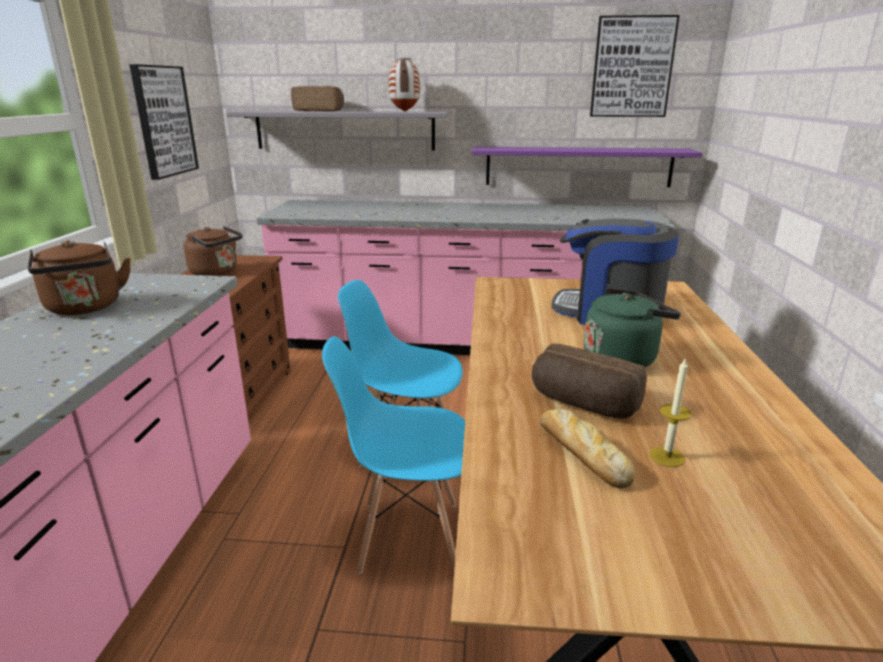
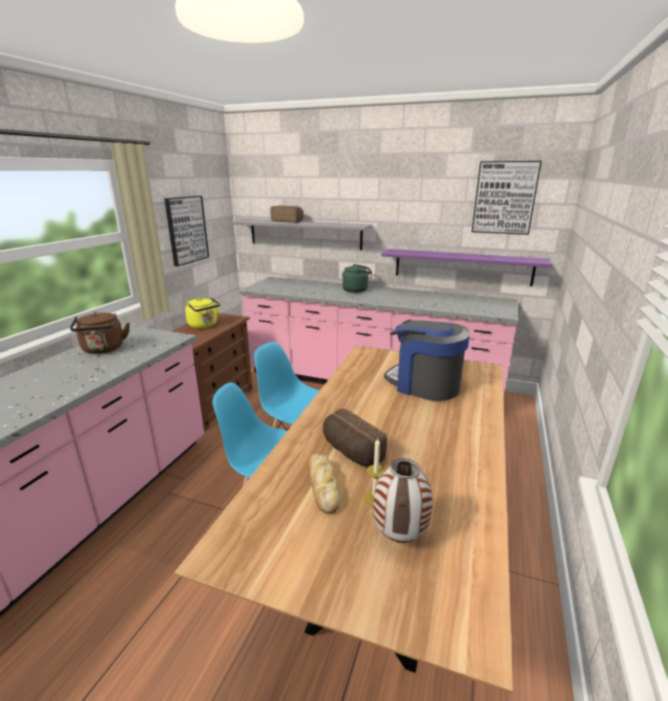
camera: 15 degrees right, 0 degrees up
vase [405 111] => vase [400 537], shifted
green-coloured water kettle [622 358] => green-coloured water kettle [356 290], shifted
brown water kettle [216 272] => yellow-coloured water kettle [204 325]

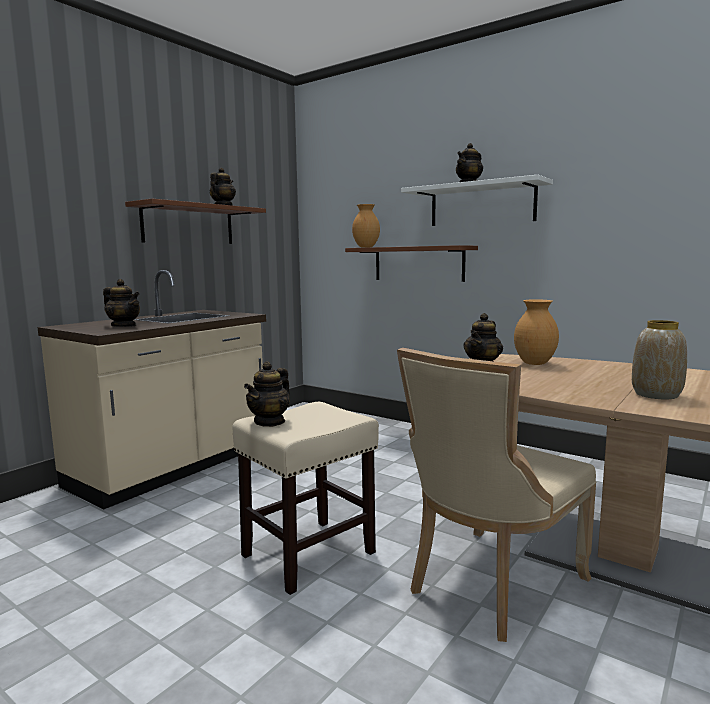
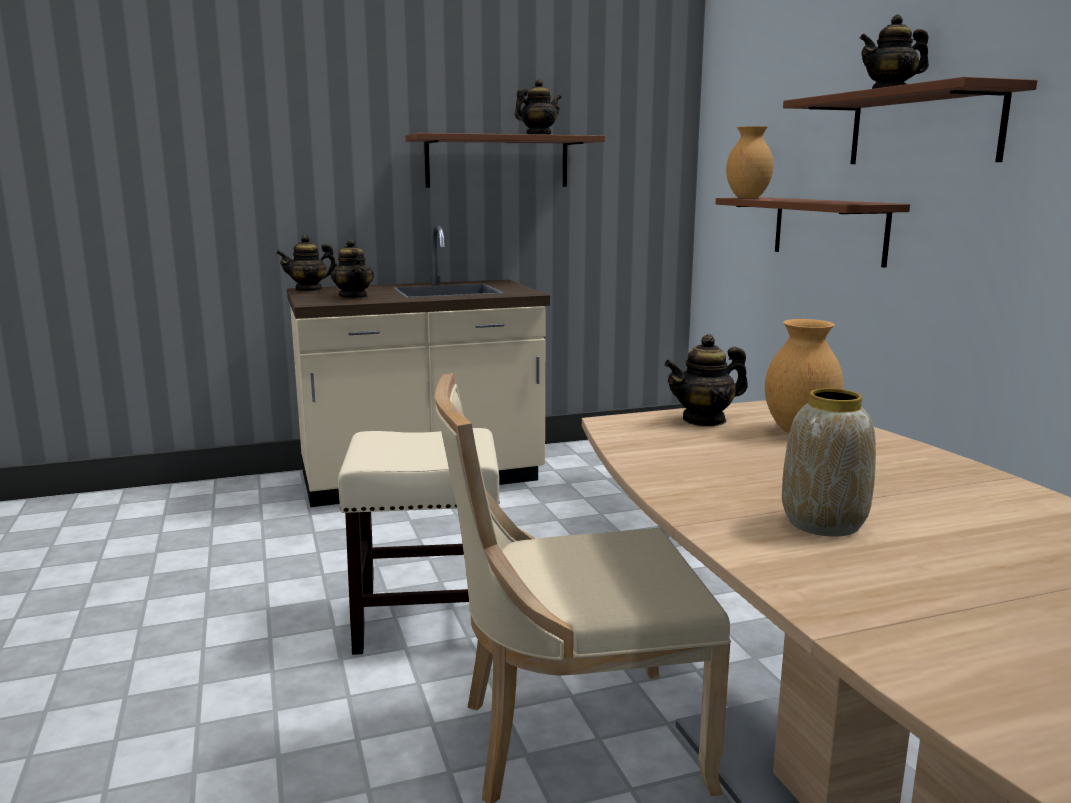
camera: 35 degrees right, 5 degrees up
pot for tea [270 422] => pot for tea [309 289], shifted
white-coloured shelf [481 205] => brown shelf [923 128]

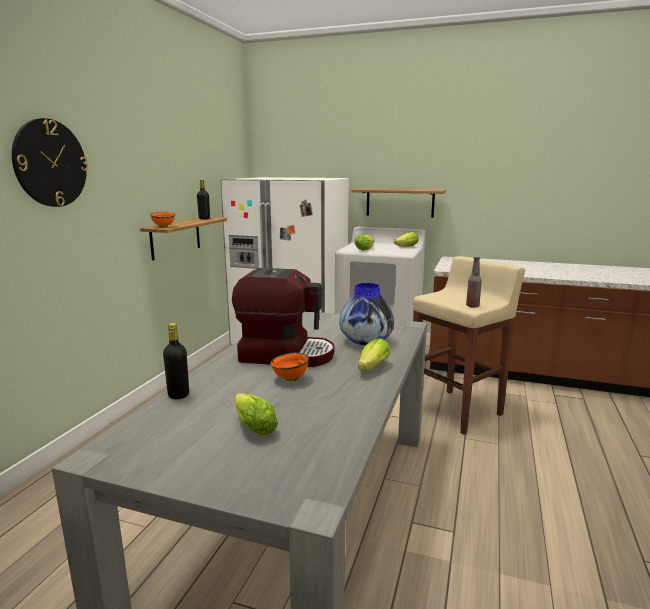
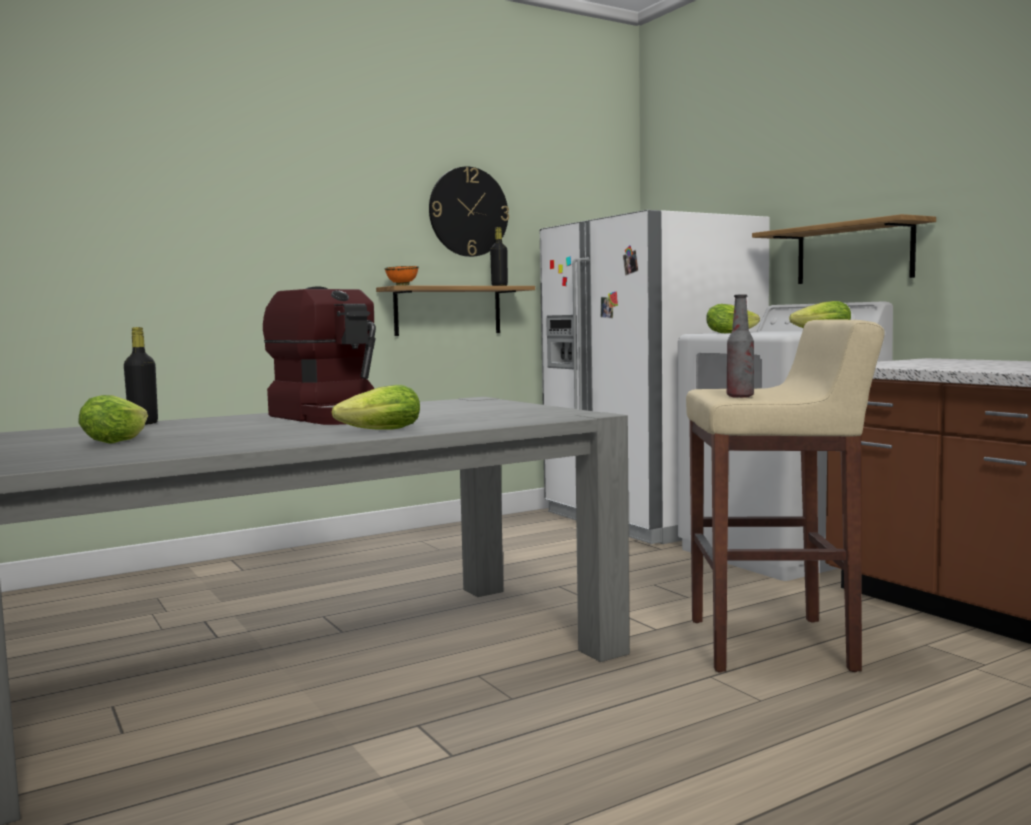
camera: 40 degrees right, 10 degrees down
orange-coloured bowl [290 379] => nothing
vase [366 341] => nothing
clock on the wall [50 163] => clock on the wall [468 212], shifted

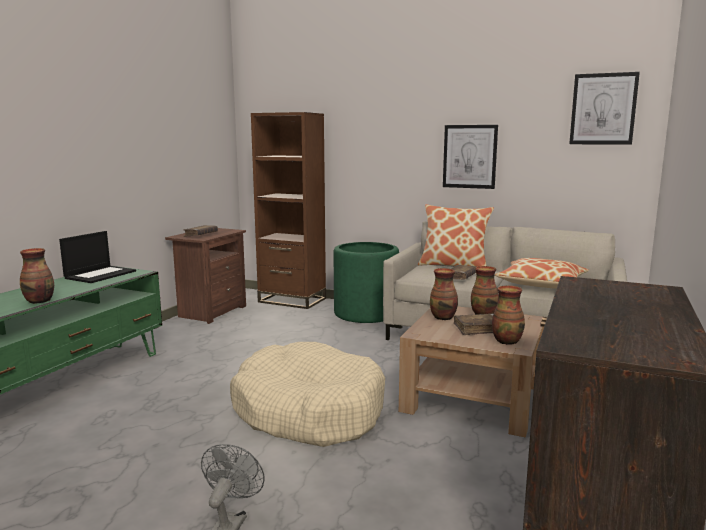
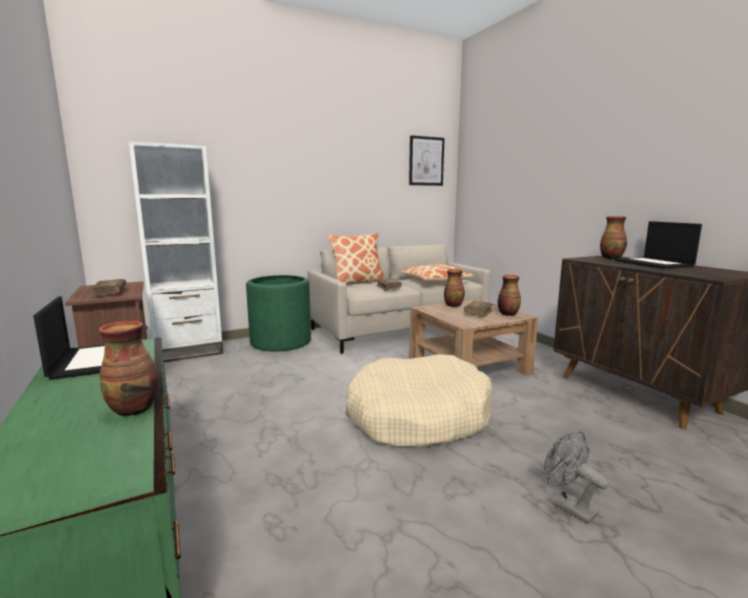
camera: 50 degrees left, 0 degrees up
wall picture [469 156] => nothing
nothing => laptop [654 263]
vase [443 317] => vase [611 258], shifted
brown bookcase [292 300] => white-coloured bookcase [188 351]

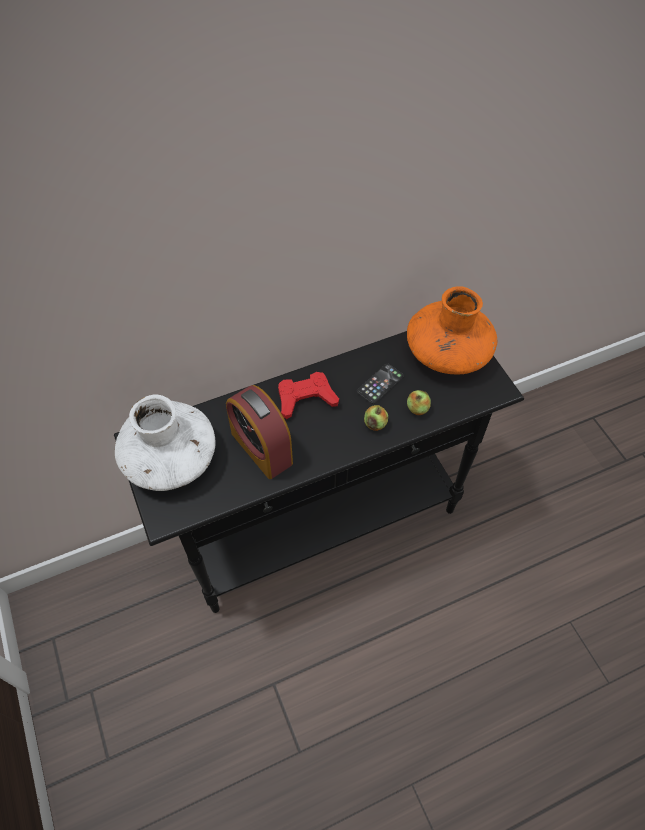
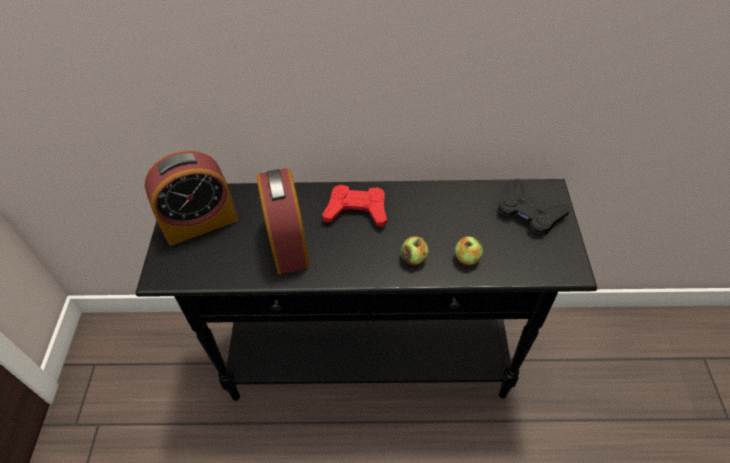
camera: 25 degrees right, 5 degrees down
phone [380 384] => nothing
white-coloured vase [170 458] => table clock [200 222]
orange-coloured vase [447 352] => blackish game controller [529 213]

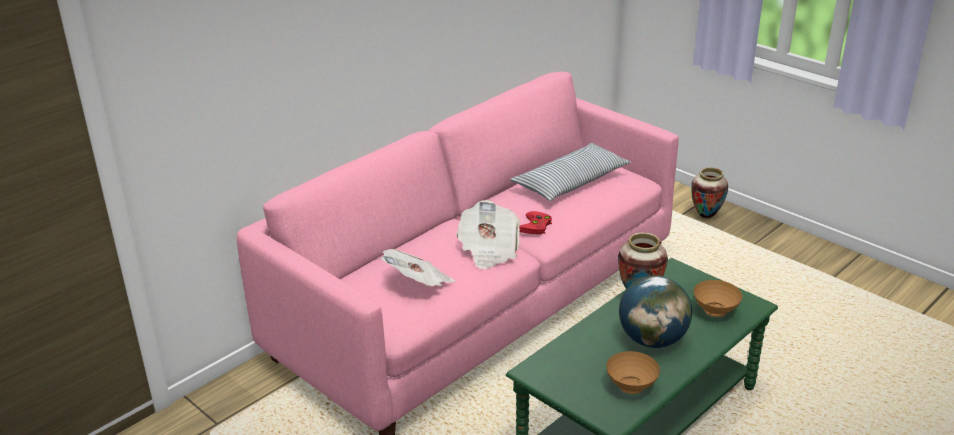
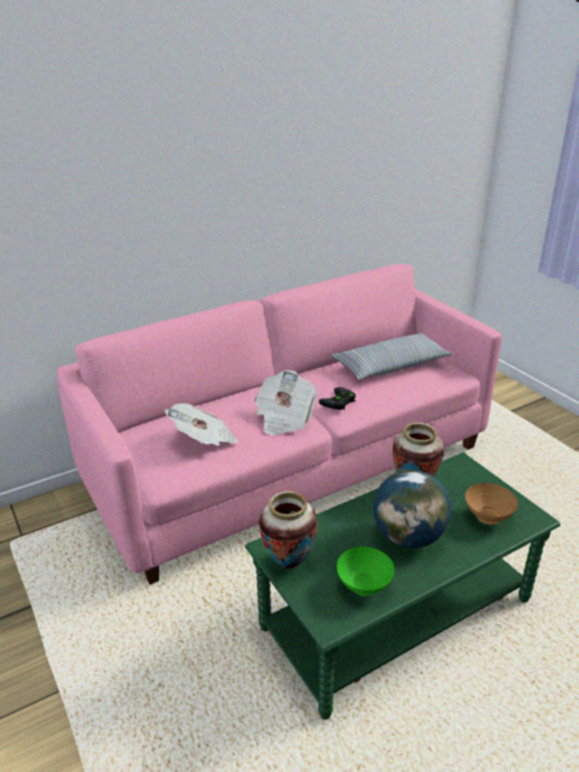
camera: 15 degrees right, 0 degrees up
vase [706 216] => vase [288 563], shifted
red-coloured game controller [535 226] => blackish game controller [338 402]
brown bowl [632 387] => green-coloured bowl [365 587]

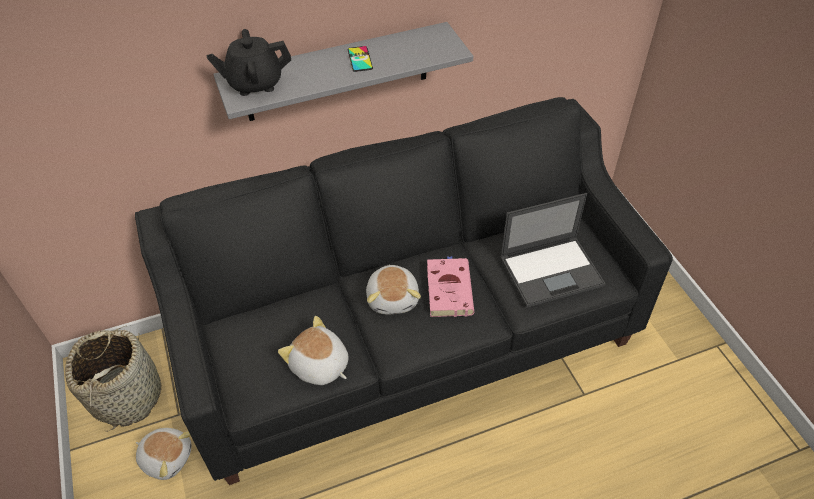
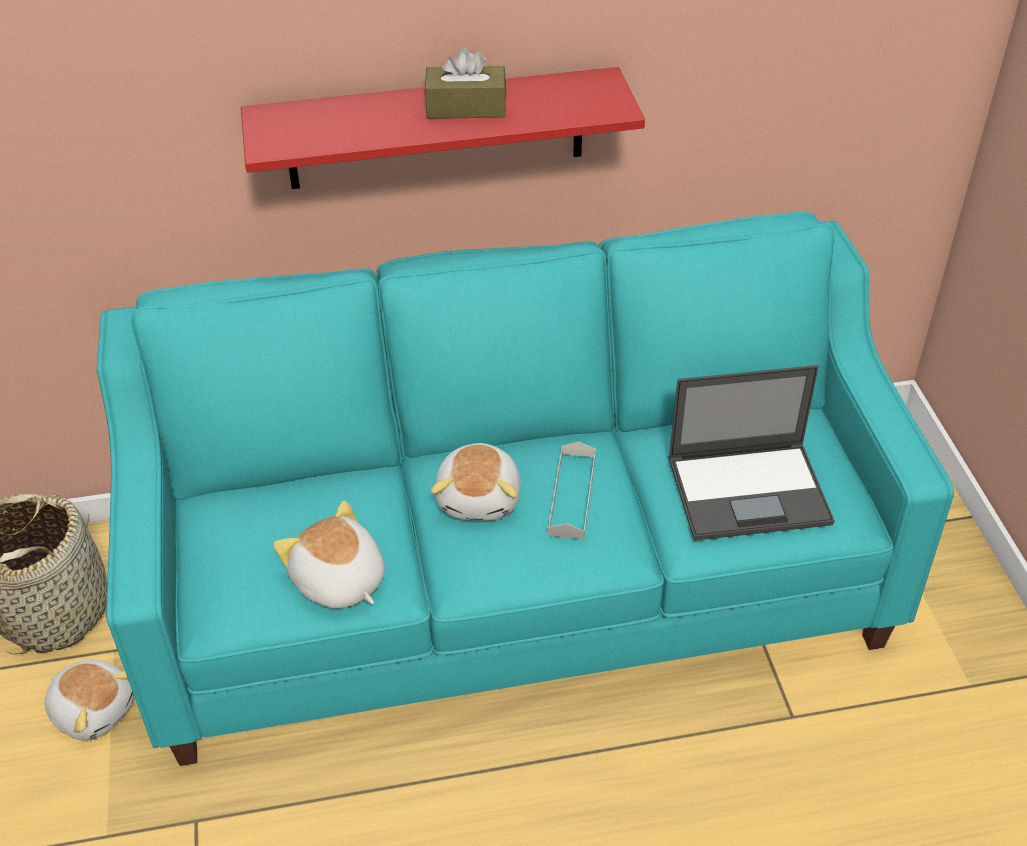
camera: 10 degrees right, 5 degrees down
blackish pot for tea [255 83] => nothing
phone [360 59] => brown tissue box [466 107]
pinkish book [448 288] => grey serving tray [572 495]
blackish couch [409 337] => blue-green couch [517 584]
grey shelf [337 73] => red-coloured shelf [435 129]

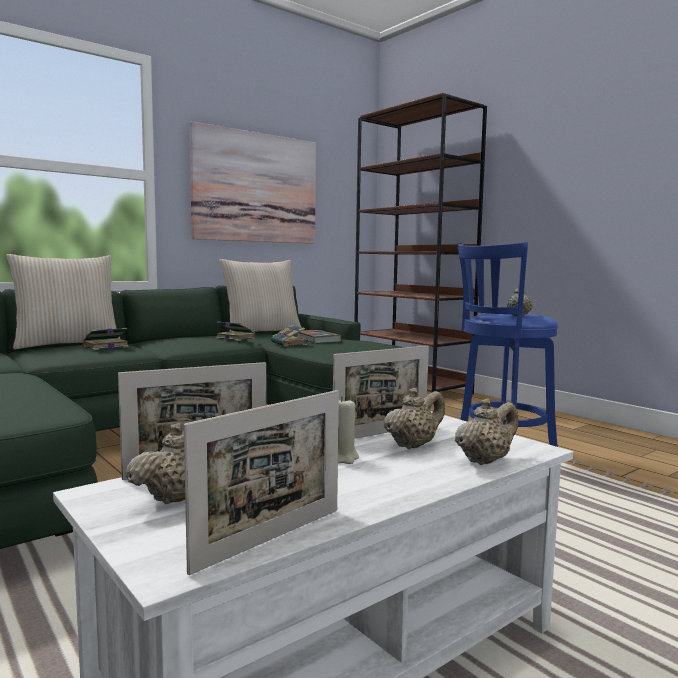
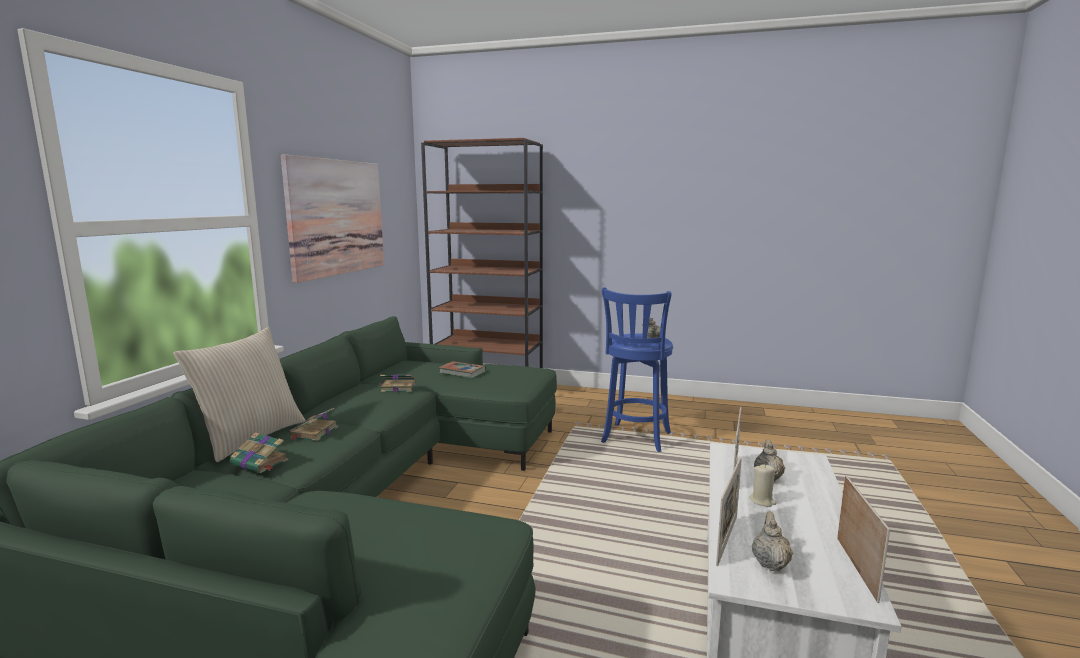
camera: 35 degrees left, 5 degrees up
sand-coloured pillow [261 332] => nothing
sand-coloured pot for tea [485 460] => nothing
book [289 344] => book [260 462], shifted

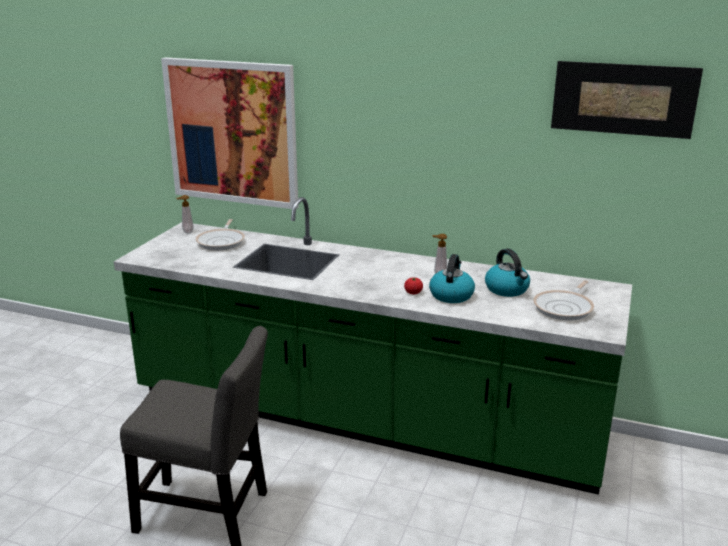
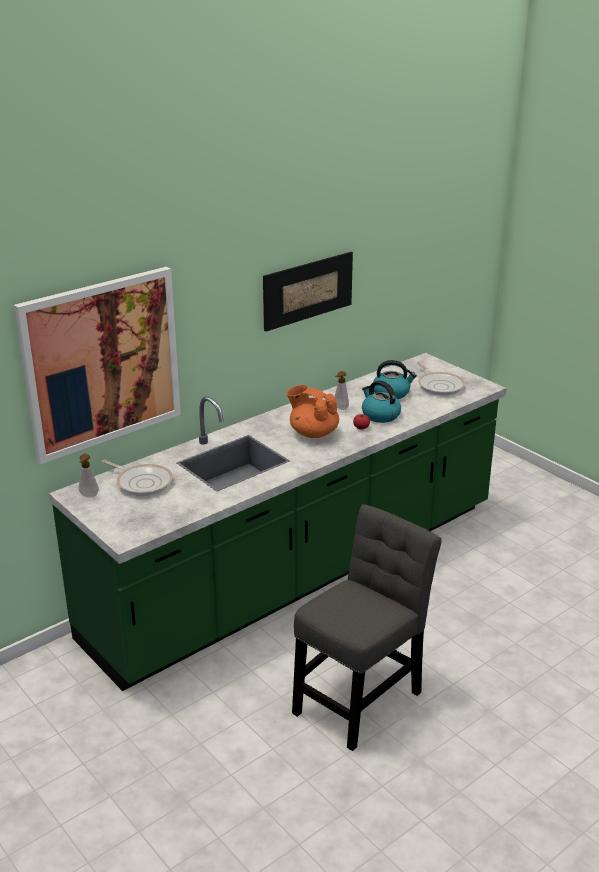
camera: 60 degrees left, 5 degrees up
nothing => orange-coloured pot for tea [313 433]
wall picture [623 99] => wall picture [308 290], shifted

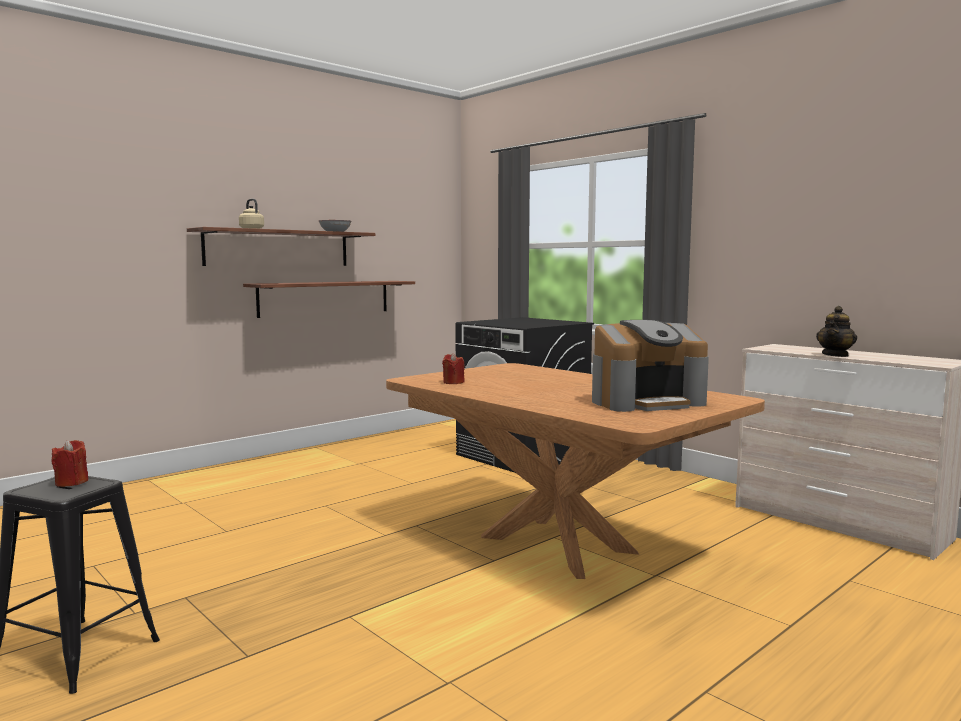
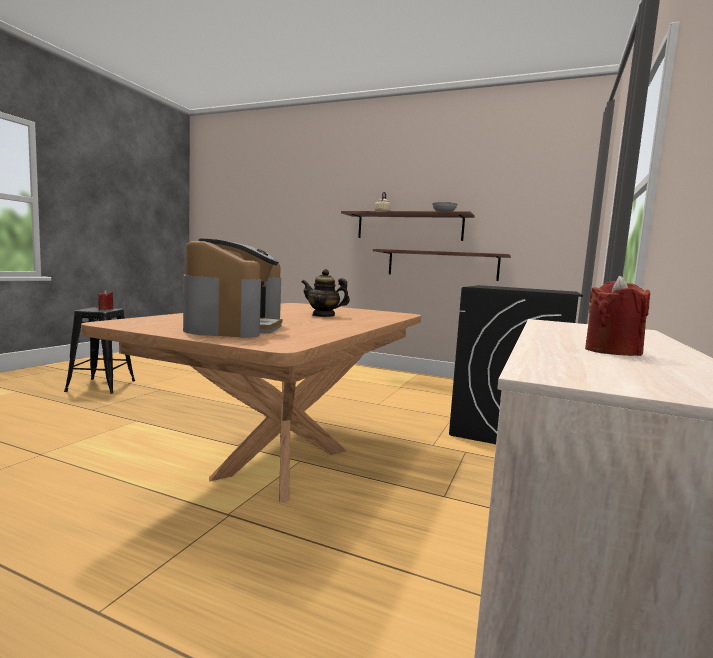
camera: 65 degrees right, 0 degrees up
red-coloured wax light [453 382] => red-coloured wax light [612 351], shifted
pot for tea [835 355] => pot for tea [323 315], shifted
coffee maker [646 402] => coffee maker [234 327], 135 degrees counterclockwise

